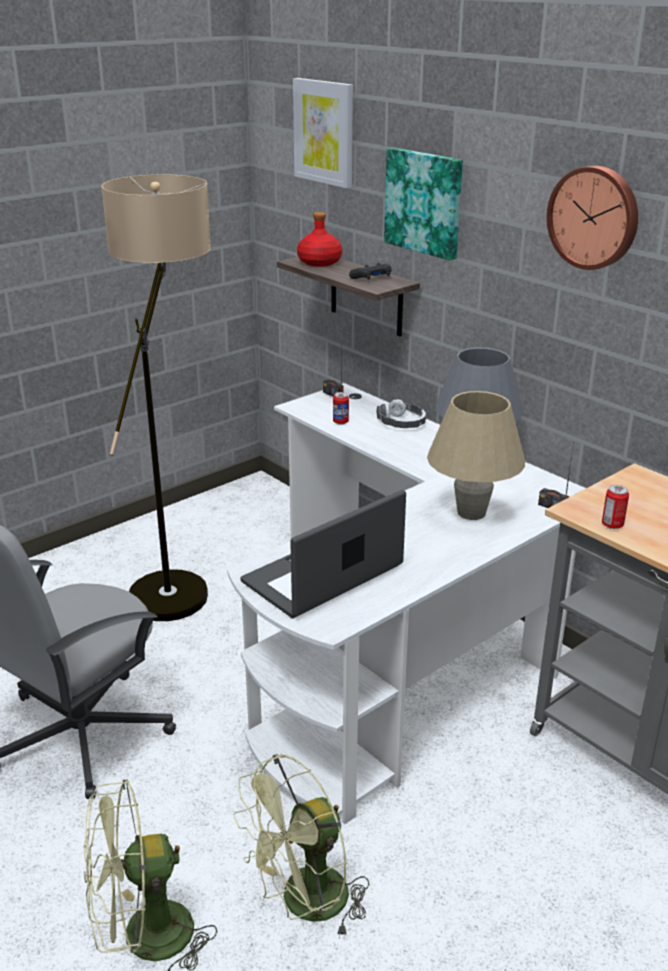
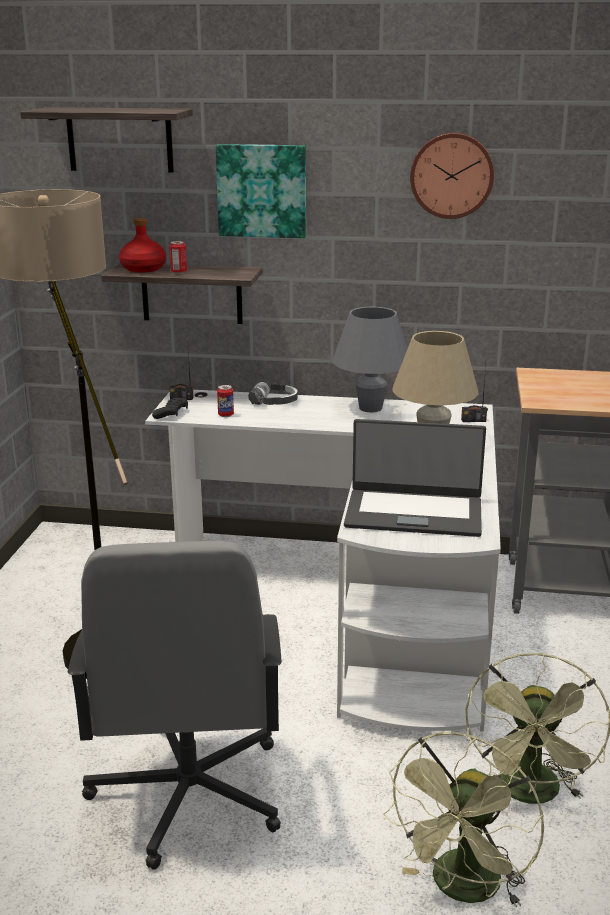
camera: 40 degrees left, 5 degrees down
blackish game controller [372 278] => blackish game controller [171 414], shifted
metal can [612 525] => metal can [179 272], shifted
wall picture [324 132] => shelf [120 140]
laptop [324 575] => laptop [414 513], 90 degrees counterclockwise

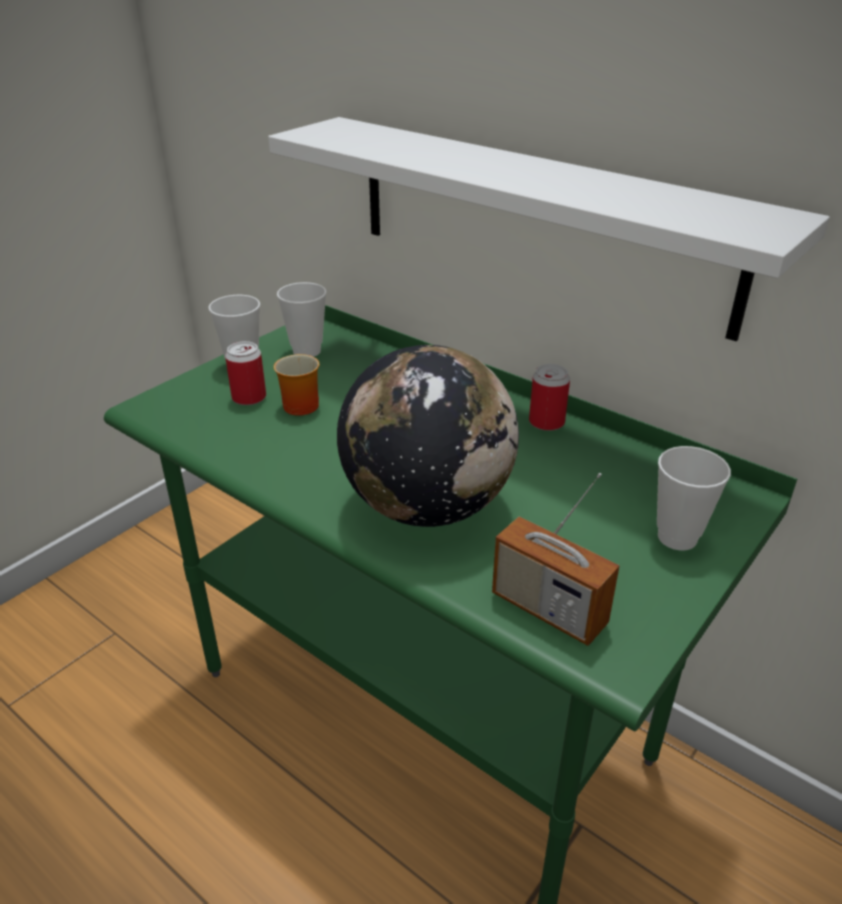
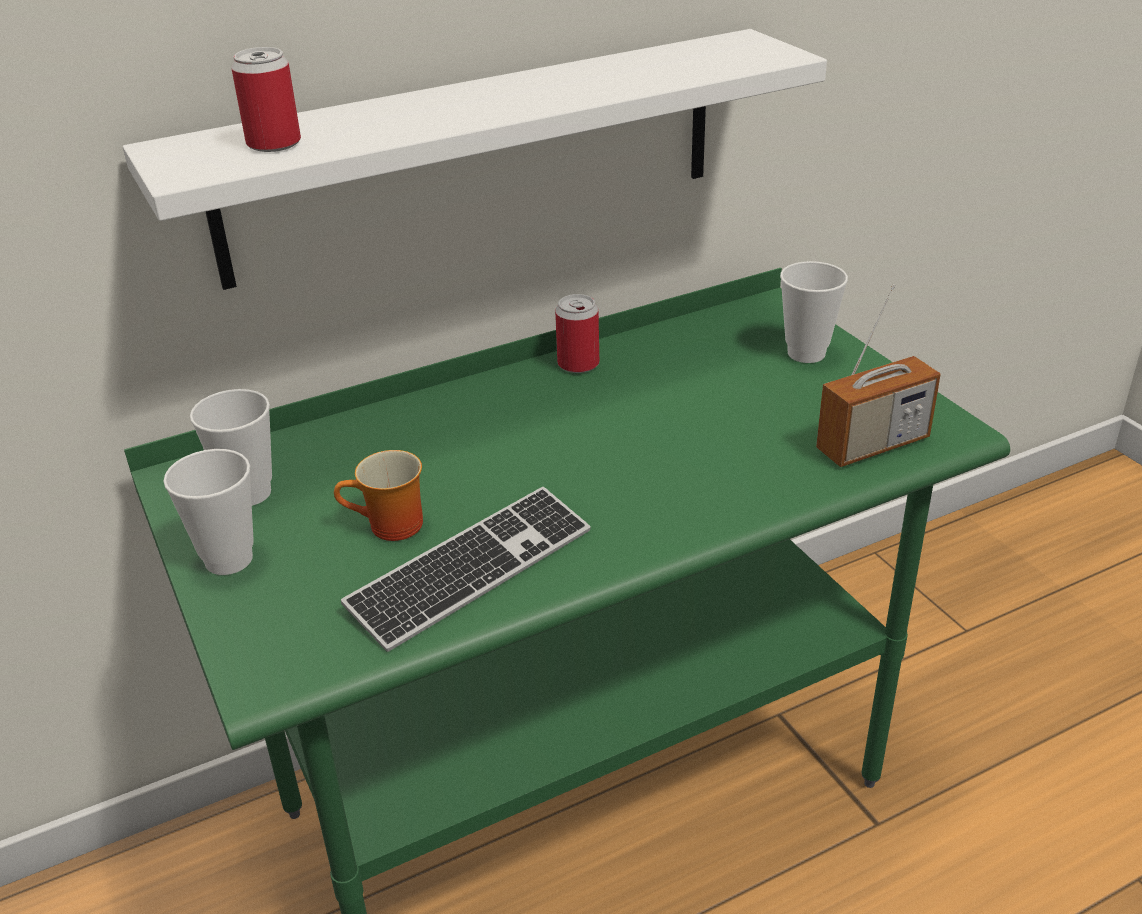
camera: 65 degrees left, 0 degrees up
globe [428 506] => nothing
nothing => PC keyboard [471 570]
metal can [249 398] => metal can [274 144], shifted

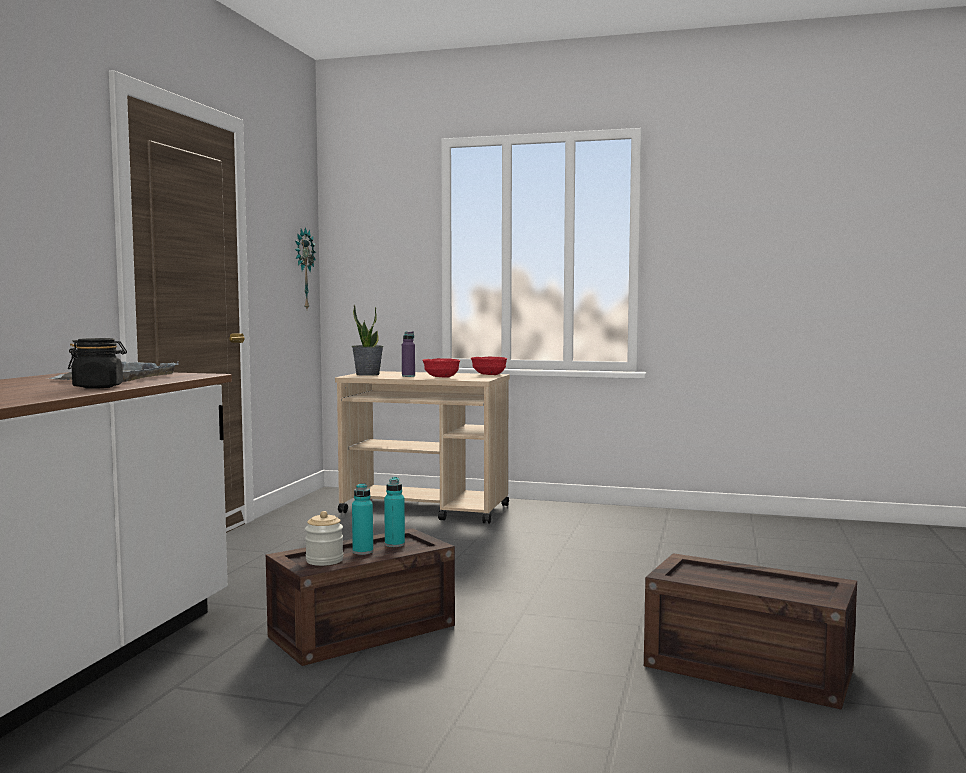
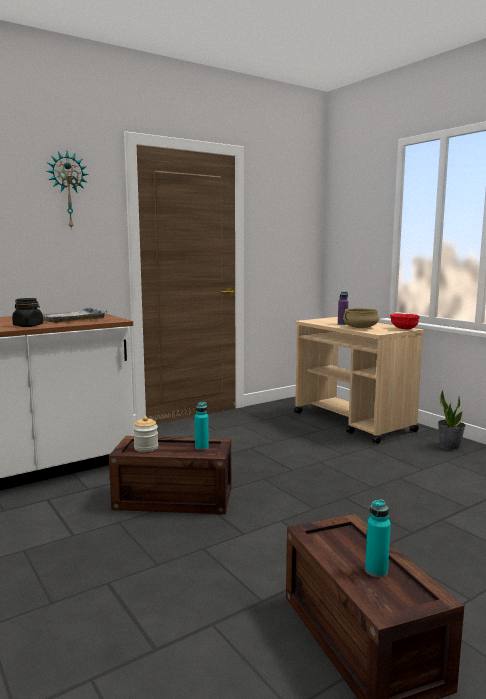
camera: 40 degrees right, 5 degrees up
clock on the wall [302 269] => clock on the wall [68 190], shifted
houseplant [367 374] => houseplant [449 446], shifted
blue-green beverage bottle [363 551] => blue-green beverage bottle [376 571], shifted
red-coloured bowl [441 377] => sand-coloured cooking pot [360 327]

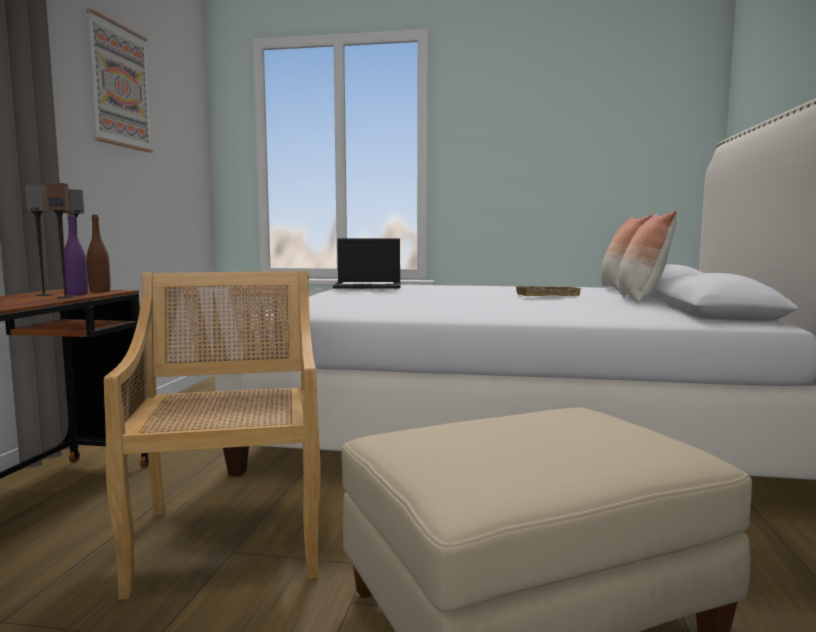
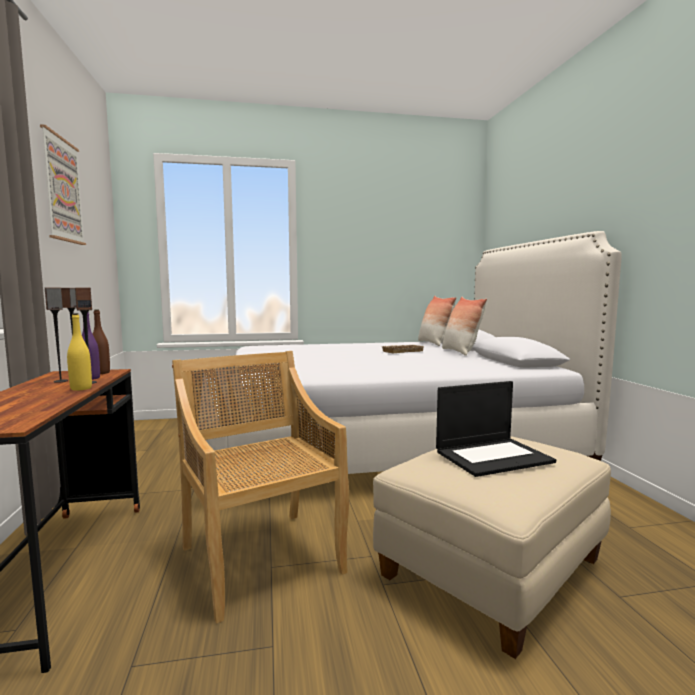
camera: 20 degrees left, 0 degrees up
nothing => yellow-coloured beverage bottle [81 388]
laptop [368 286] => laptop [493 456], shifted

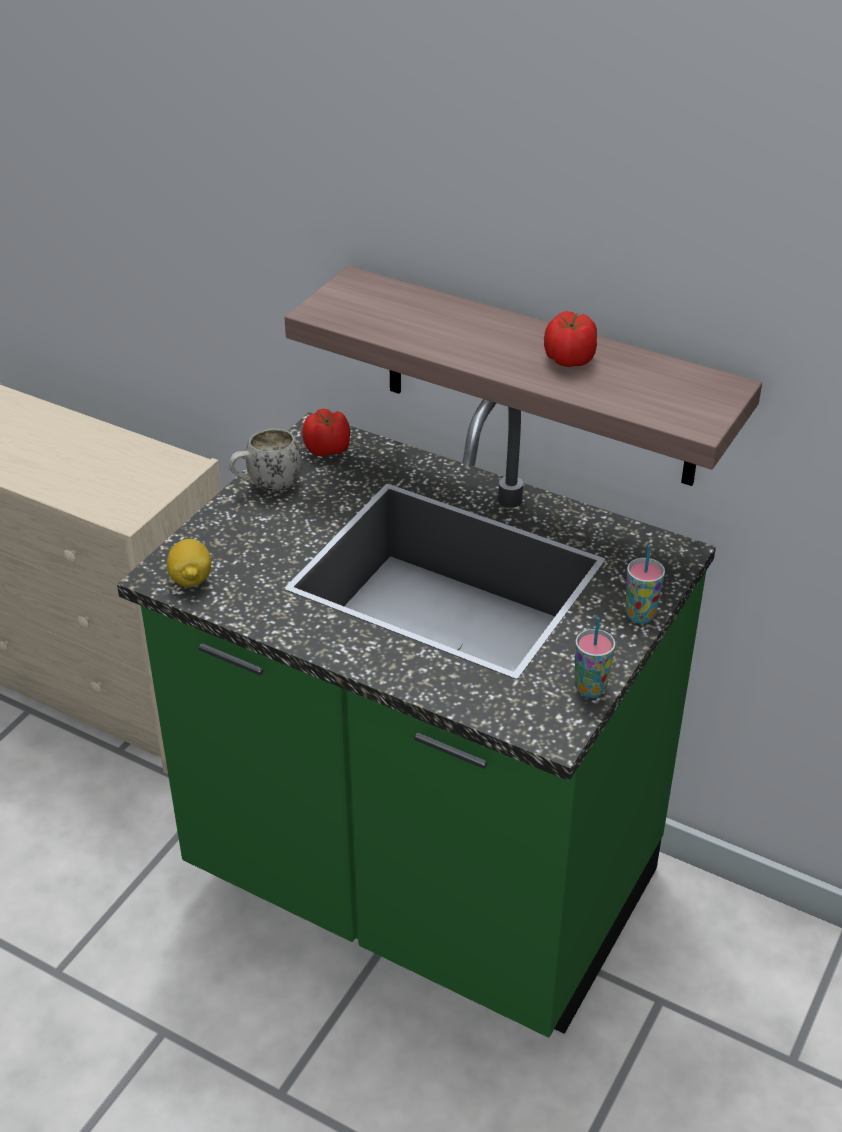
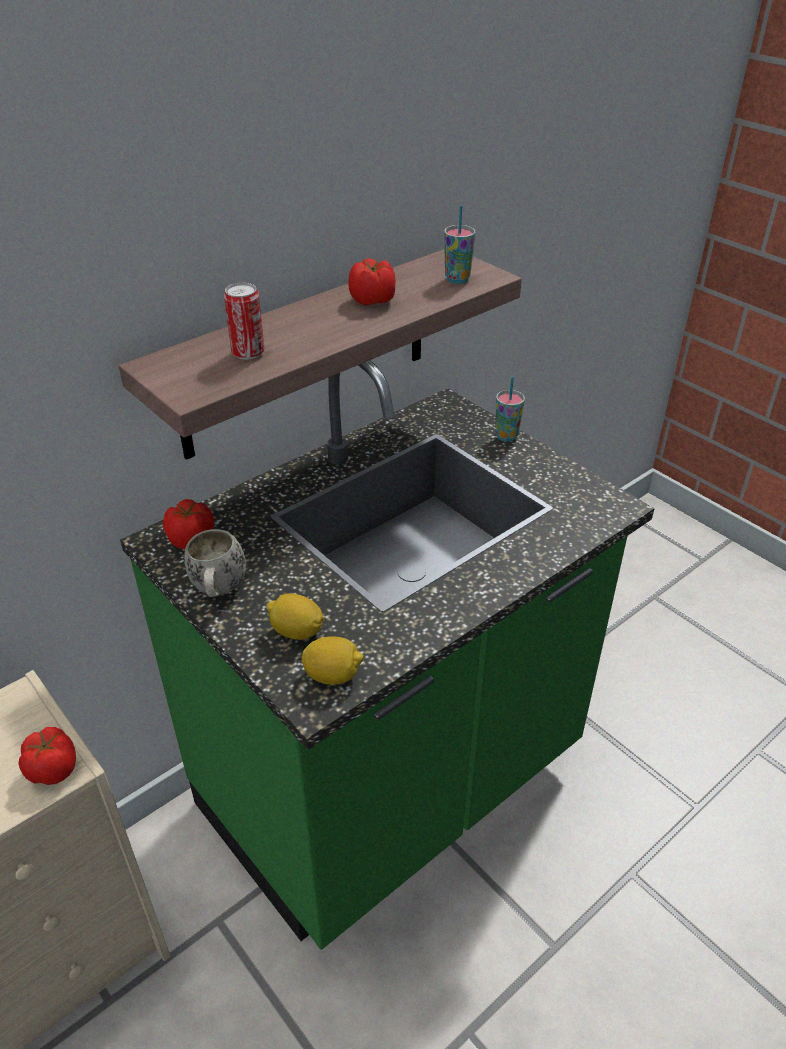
camera: 70 degrees left, 0 degrees up
nothing => tomato [54 768]
nothing => metal can [248 353]
nothing => citrus fruit [296 631]
drinking cup [590 688] => drinking cup [457 279], shifted

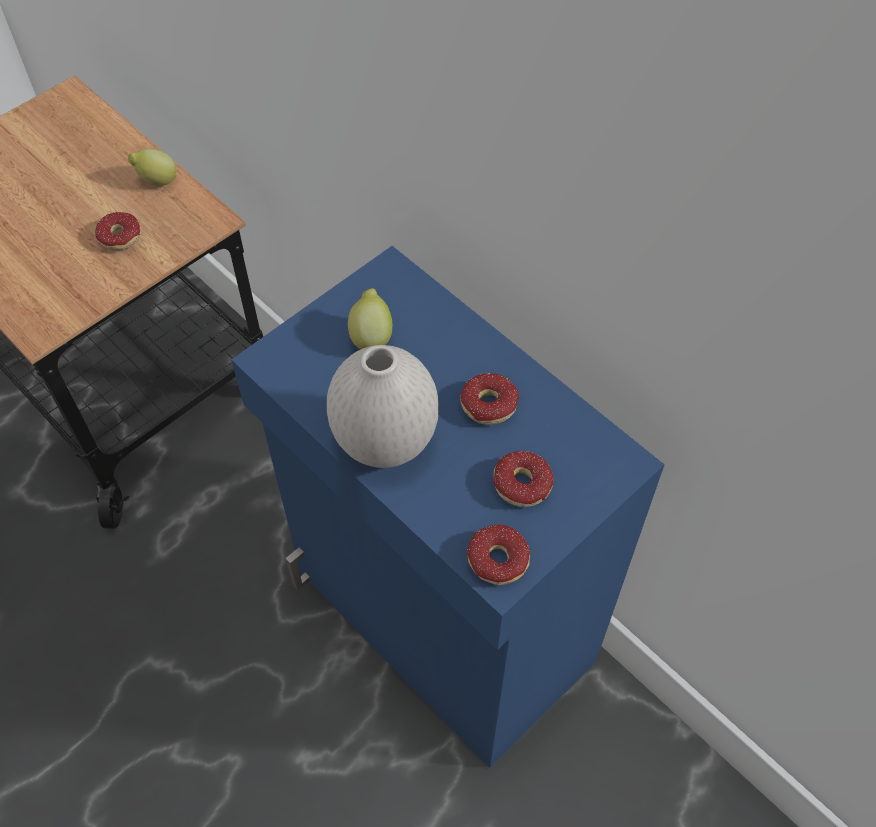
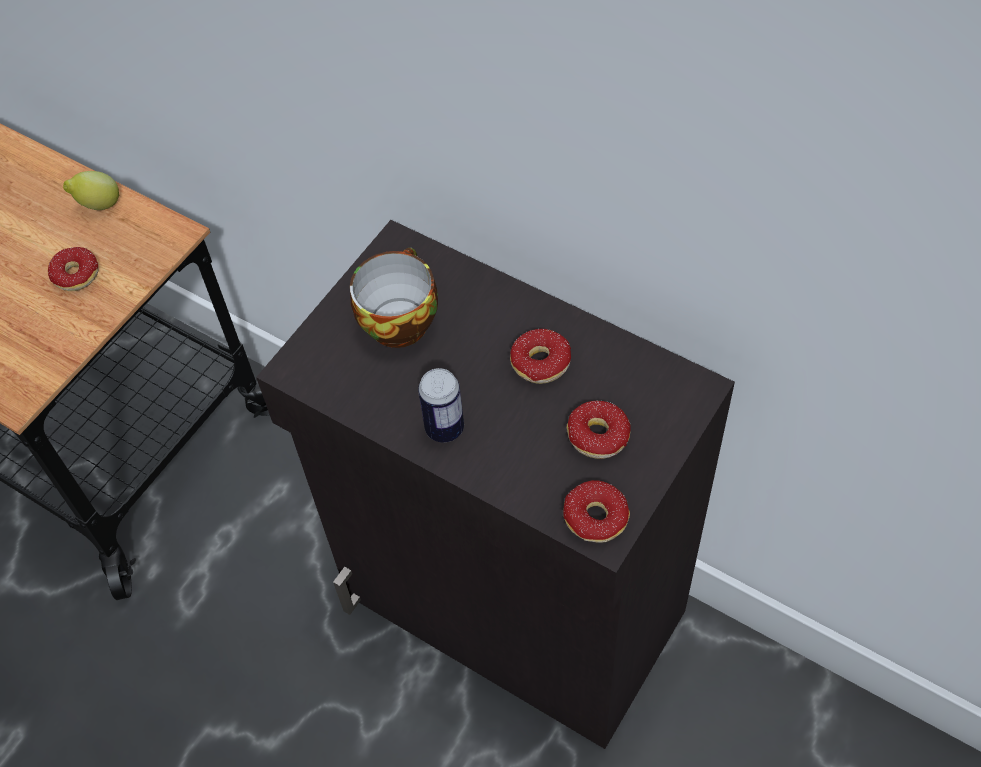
camera: 10 degrees left, 0 degrees up
white-coloured vase [384 444] => metal can [444 428]
citrus fruit [371 336] => drinking cup [398 320]
blue-coloured storage cabinet [441 620] => blackish storage cabinet [512 608]

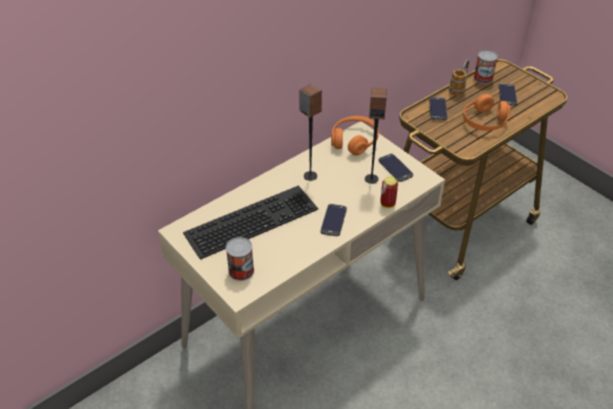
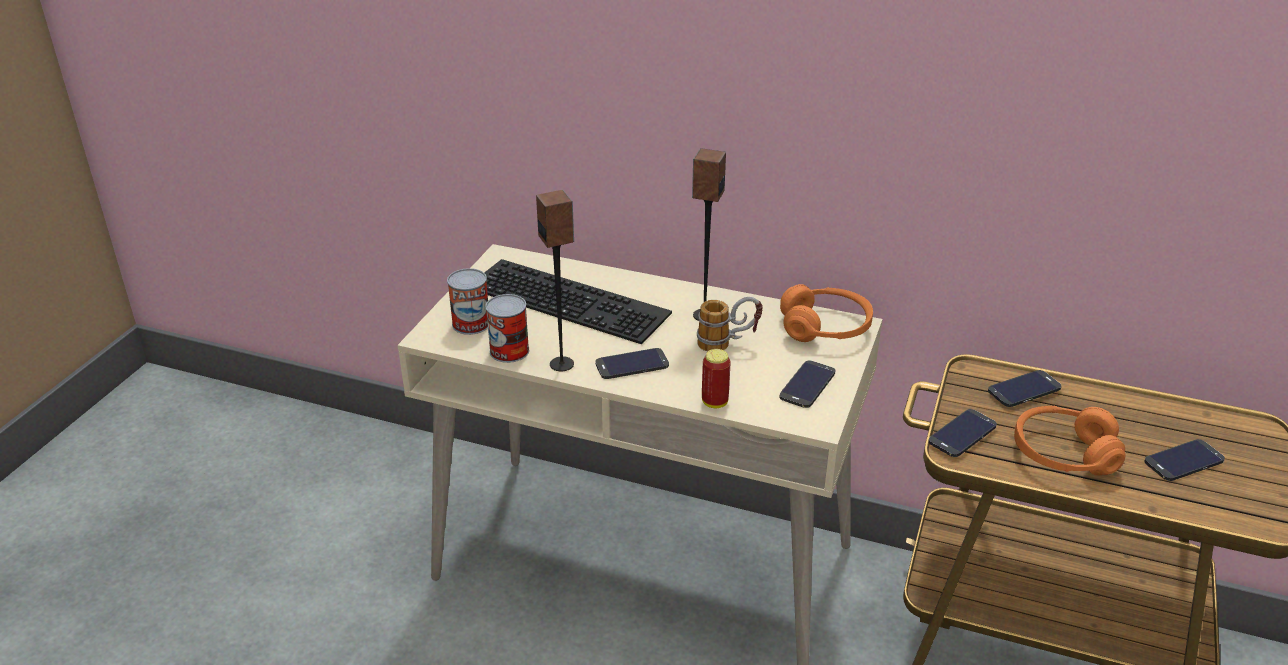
camera: 60 degrees right, 10 degrees down
nothing => phone [962 433]
audio speaker [371 178] => audio speaker [562 364], shifted
coffee mug [459 87] => coffee mug [728 343], shifted
metal can [483 78] => metal can [509 351], shifted

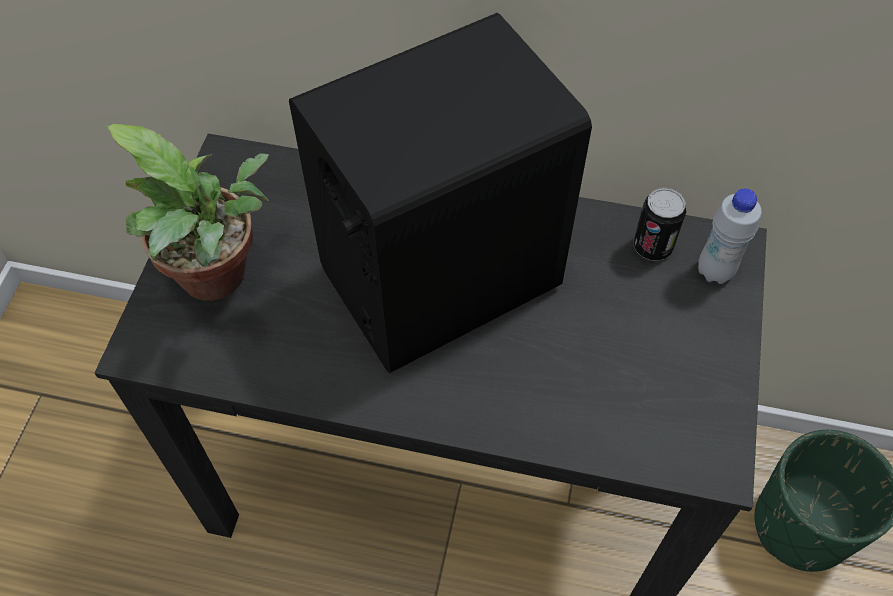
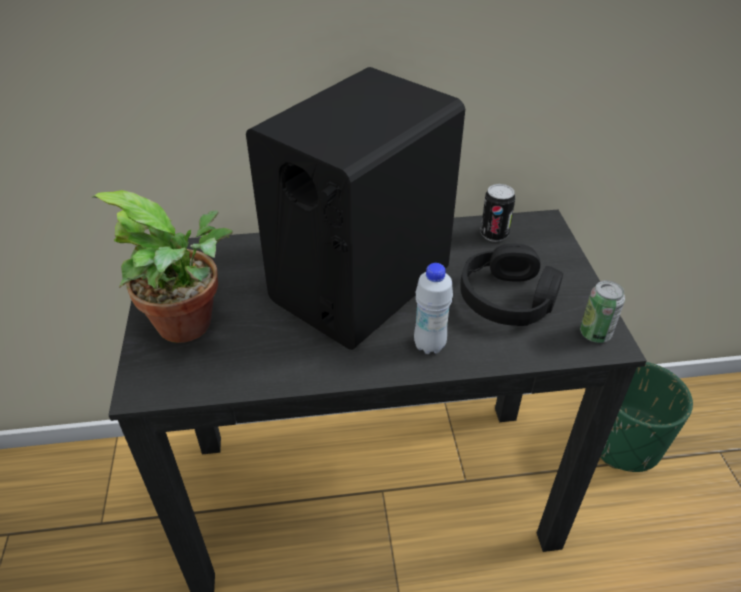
camera: 20 degrees left, 15 degrees down
nothing => blackish headphones [507 298]
nothing => metal can [595 333]
white-coloured beverage bottle [715 271] => white-coloured beverage bottle [429 345], shifted

